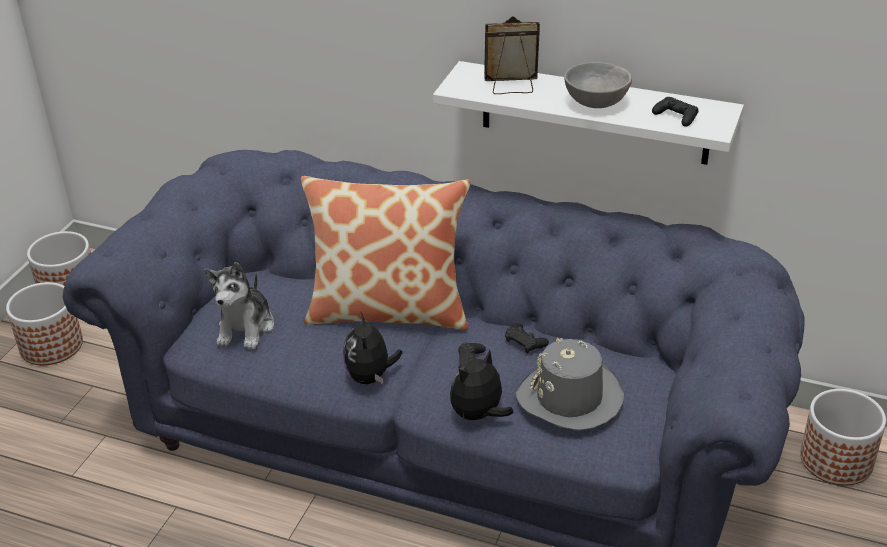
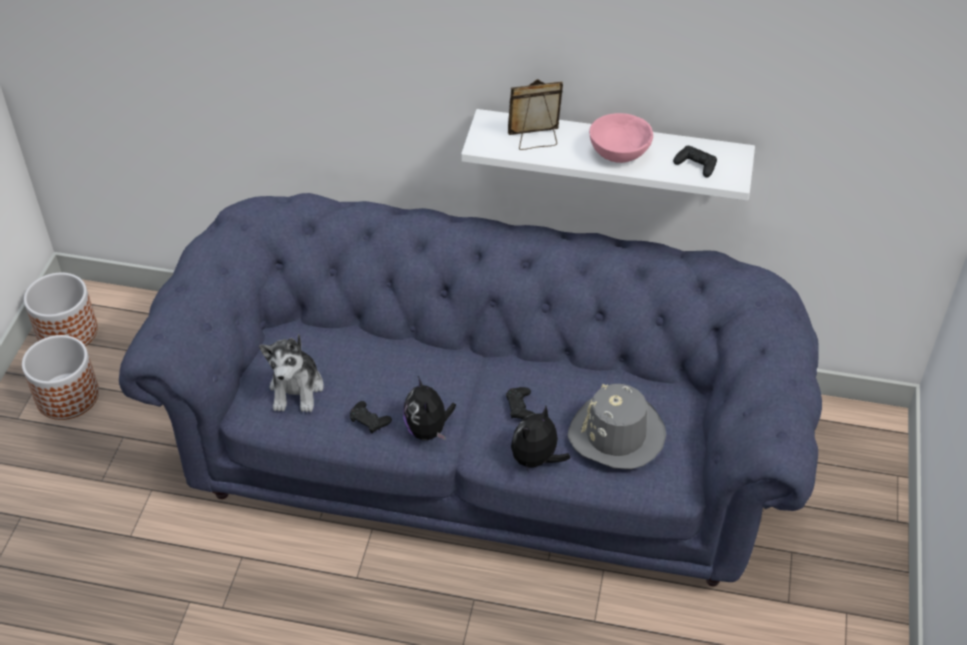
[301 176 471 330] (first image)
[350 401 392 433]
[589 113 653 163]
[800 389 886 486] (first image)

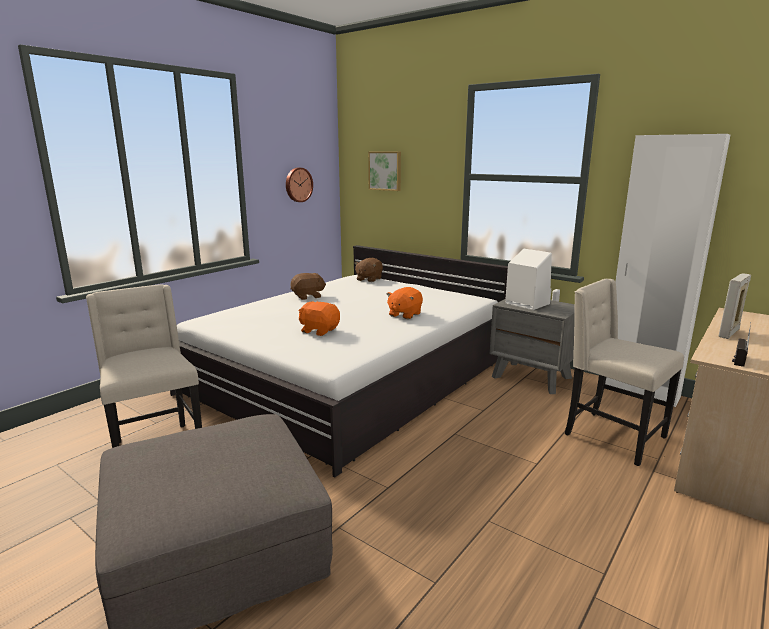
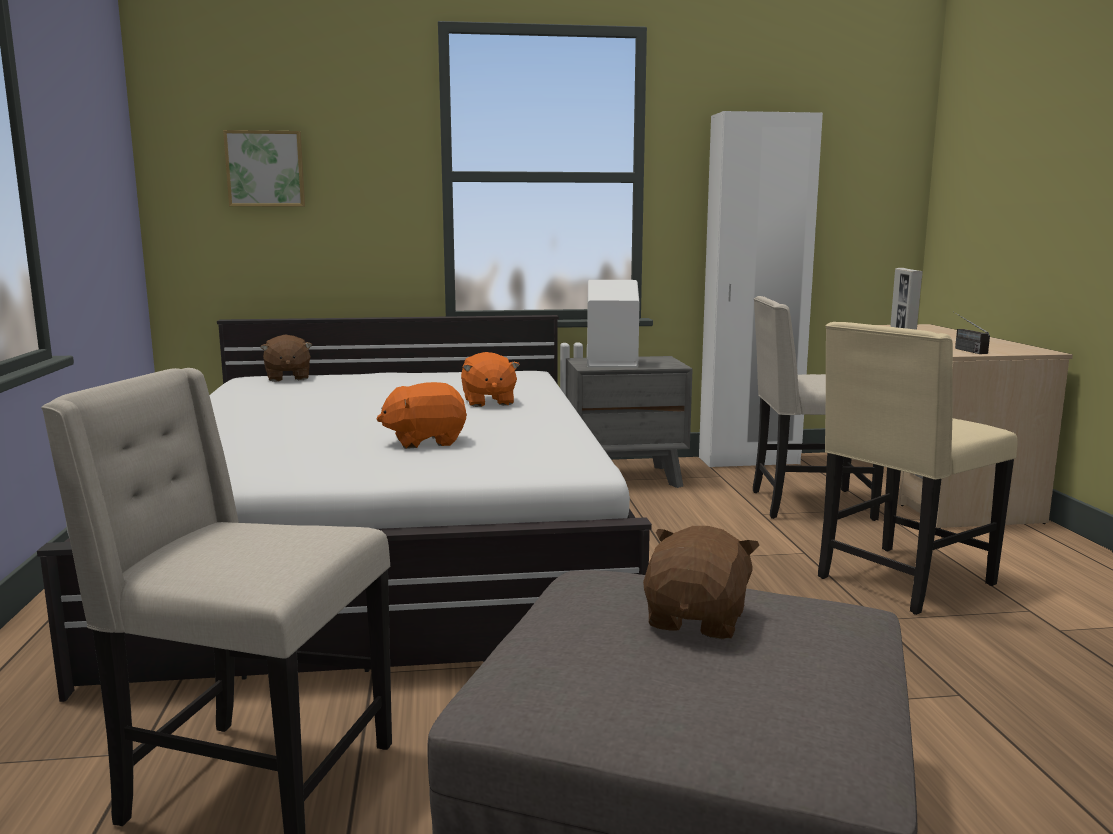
[286 168 313 202] (first image)
[643 526 759 639]
[818 322 1018 615]

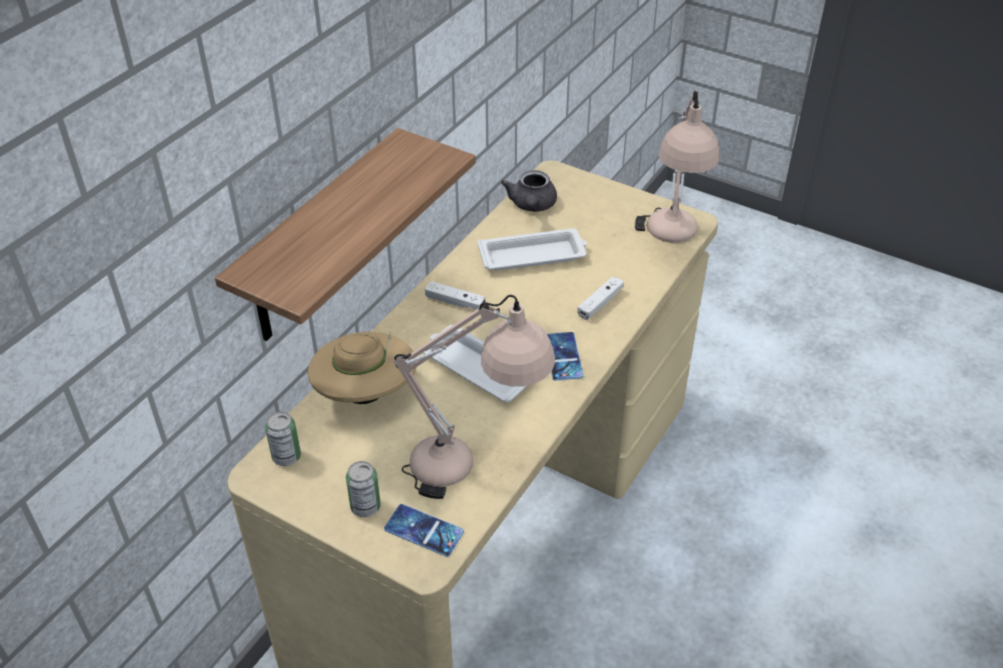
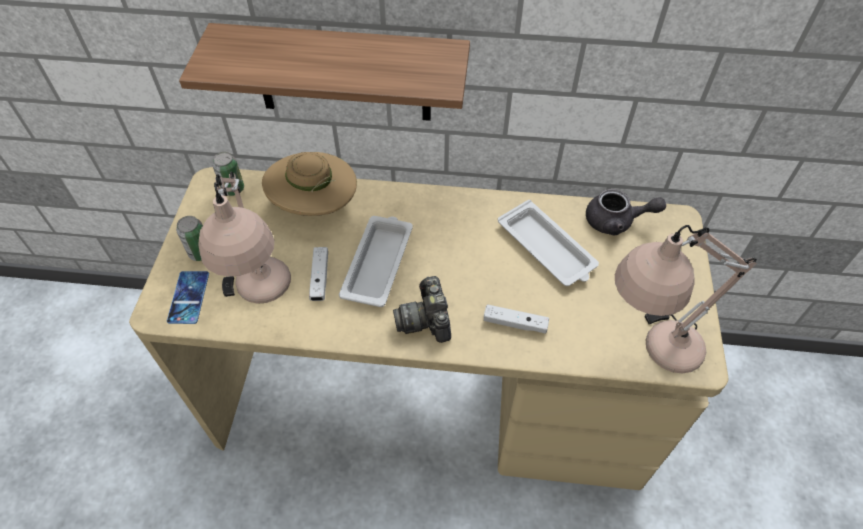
[309 247 328 301]
[586 189 666 235]
[393 276 451 343]

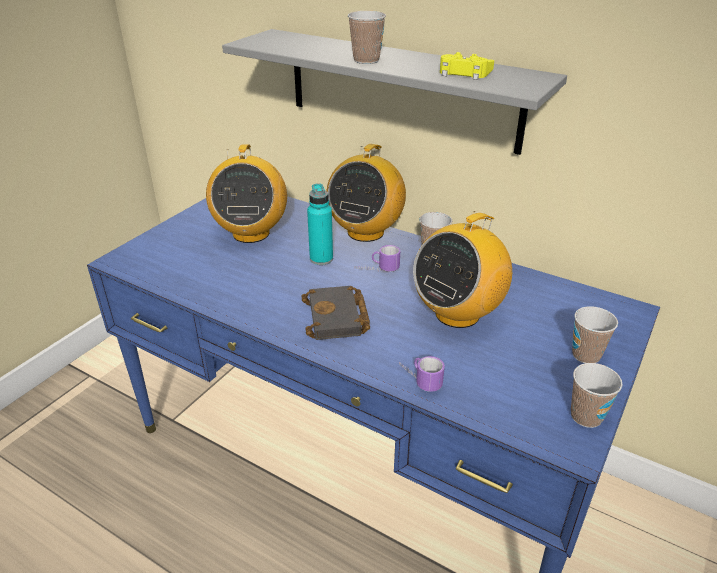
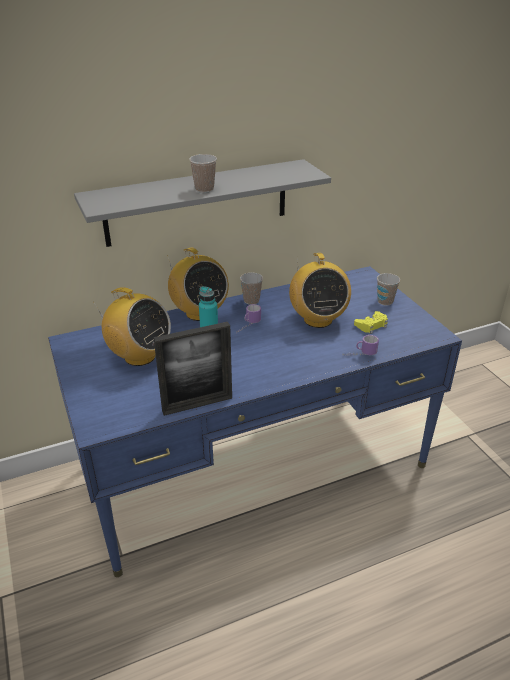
[301 286 370 340] (first image)
[354 311 388 334]
[571 363 623 428] (first image)
[154 322 232 416]

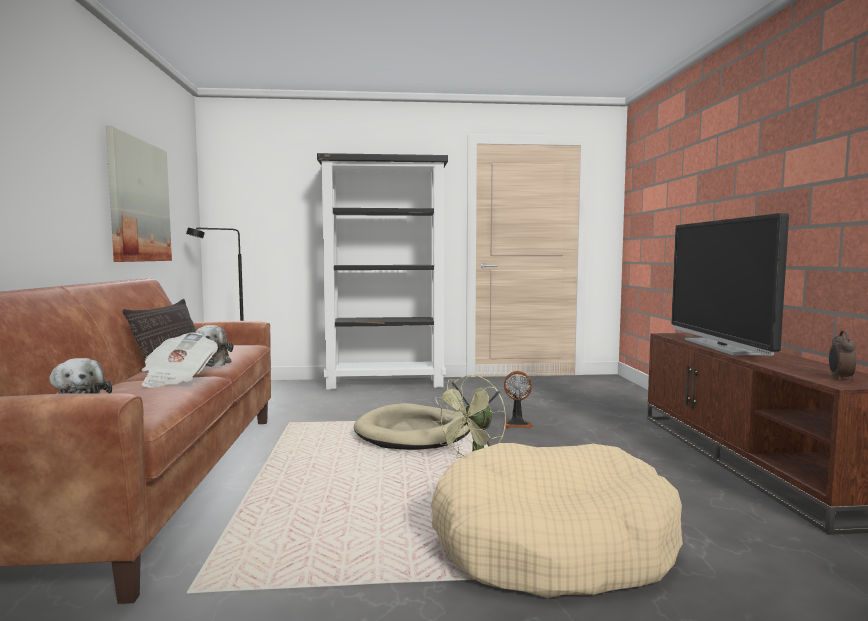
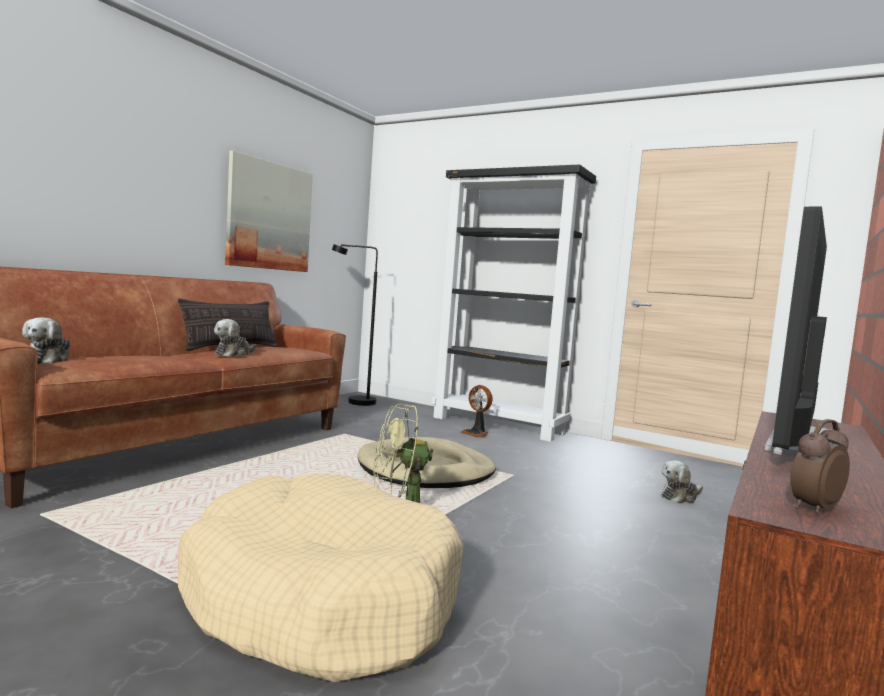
[142 332 218 388] (first image)
[460 385 493 438]
[661 460 703 503]

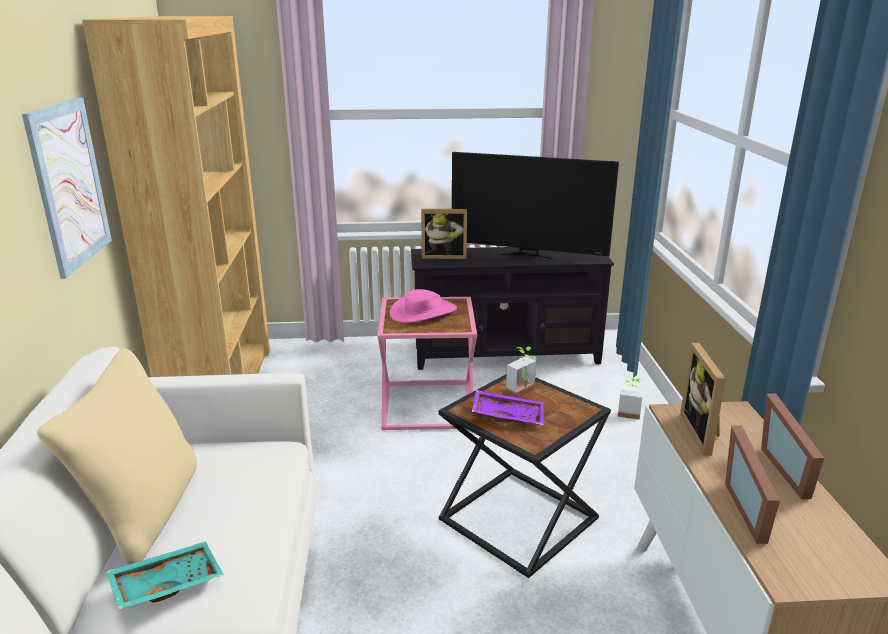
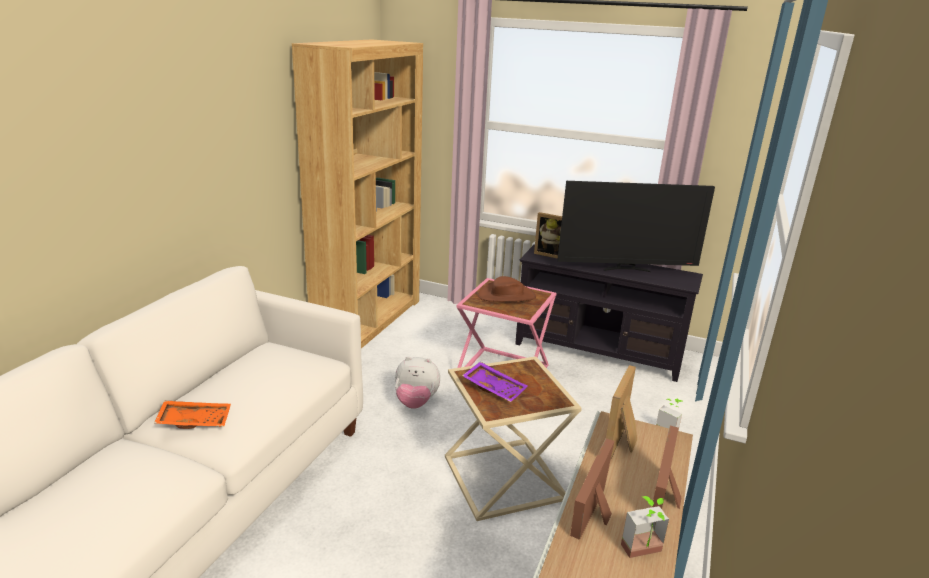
[22 97 112 279] (first image)
[37 348 197 565] (first image)
[154 401 231 429]
[478 276 536 302]
[445 356 582 521]
[557 181 715 272]
[621 496 669 558]
[395 356 440 409]

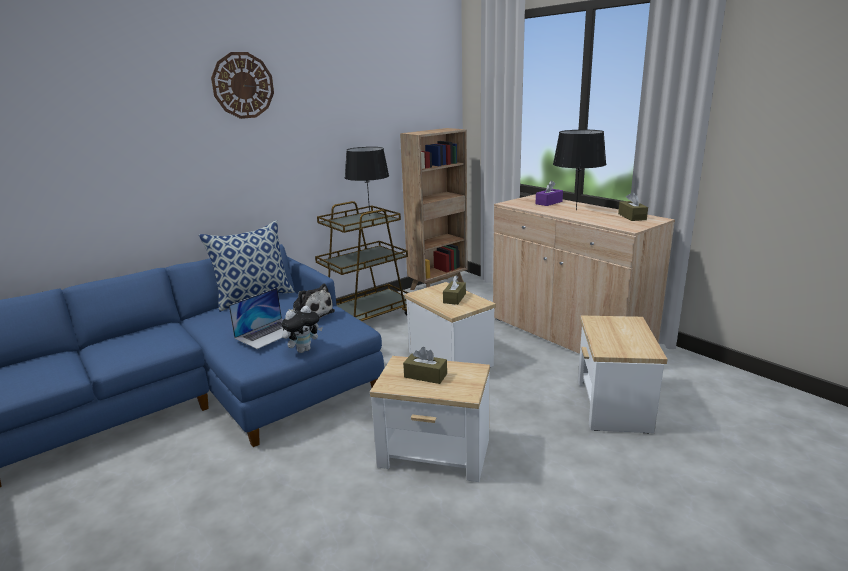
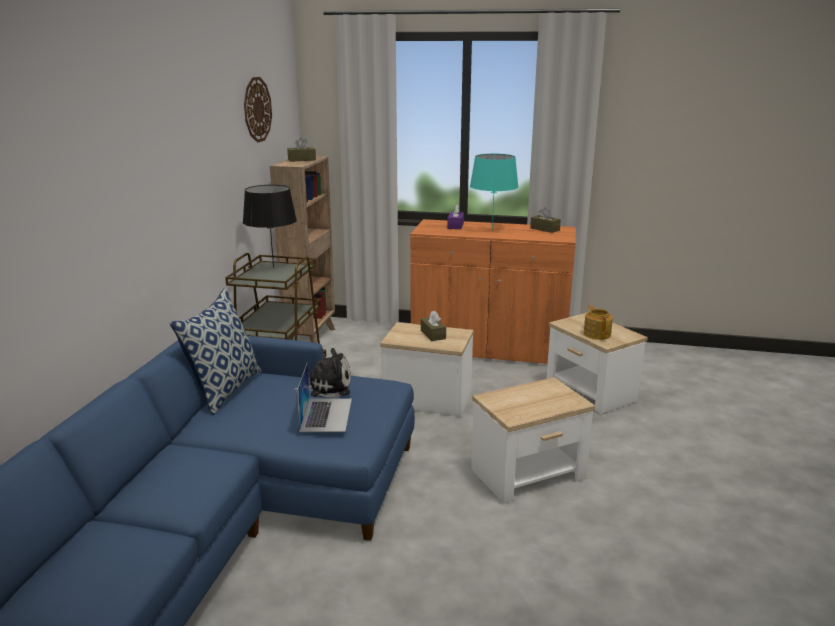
[244 77 272 143]
[282 306 323 353] (first image)
[287 137 316 162]
[410 219 576 364]
[470 154 519 230]
[584 306 613 340]

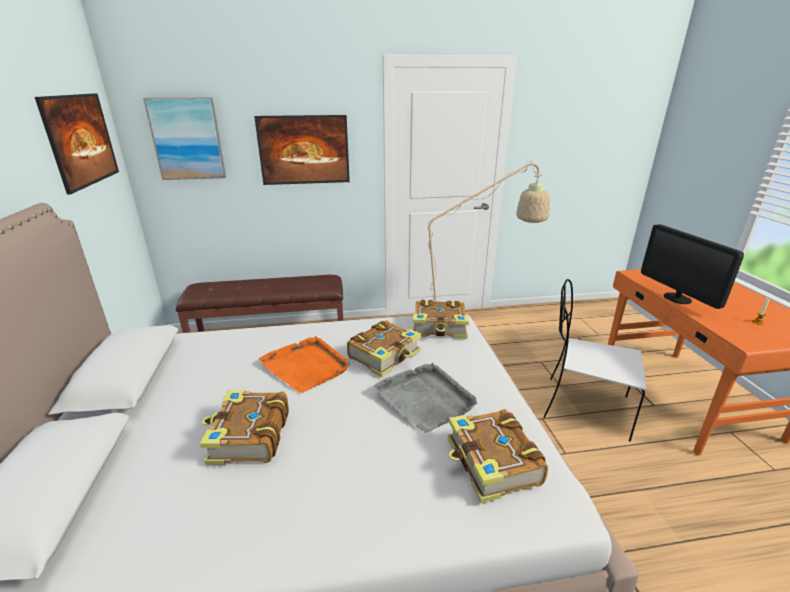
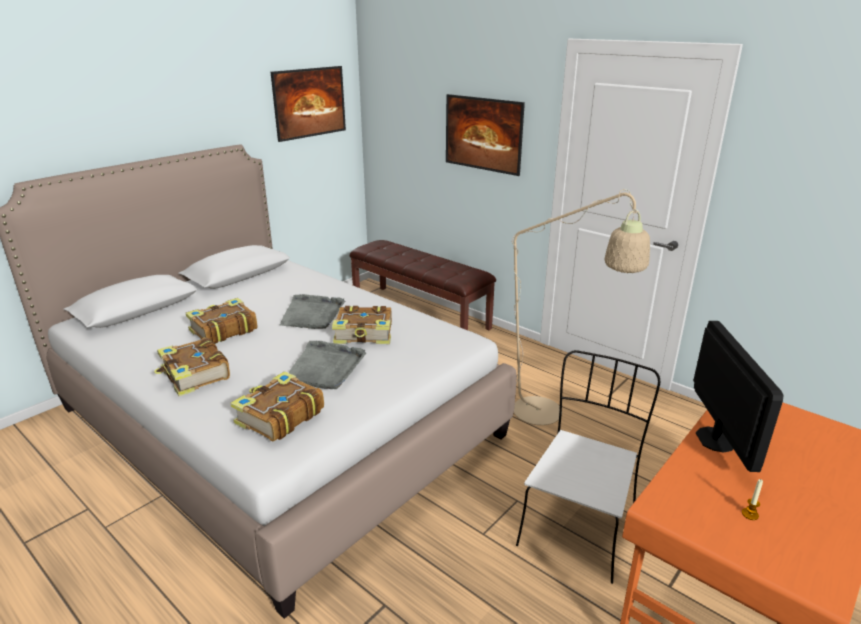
[143 97 226 180] (first image)
[280 294 345 329]
[154 337 230 396]
[516 350 660 584]
[693 321 783 472]

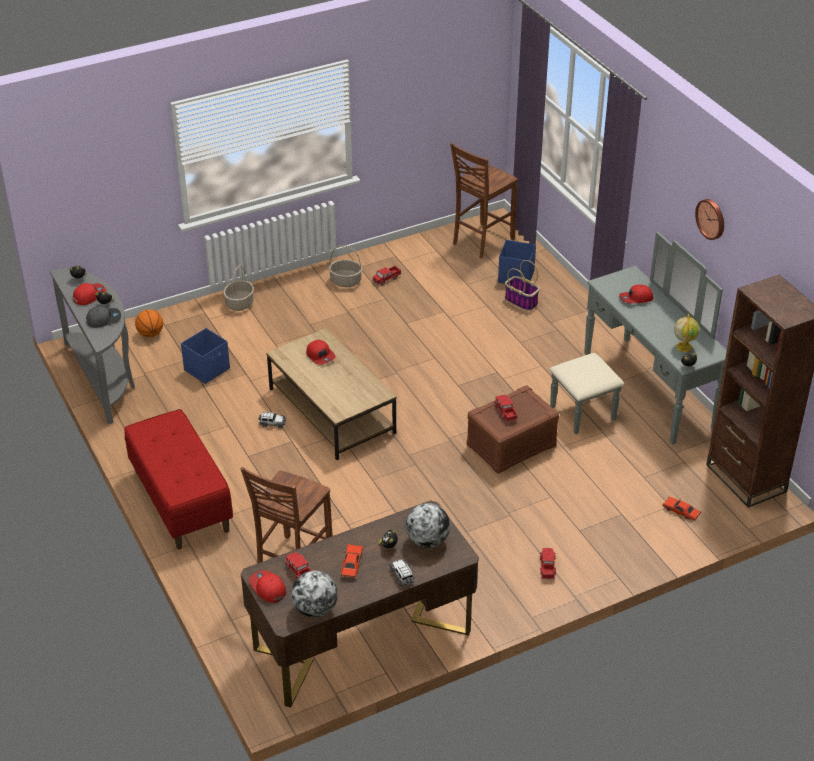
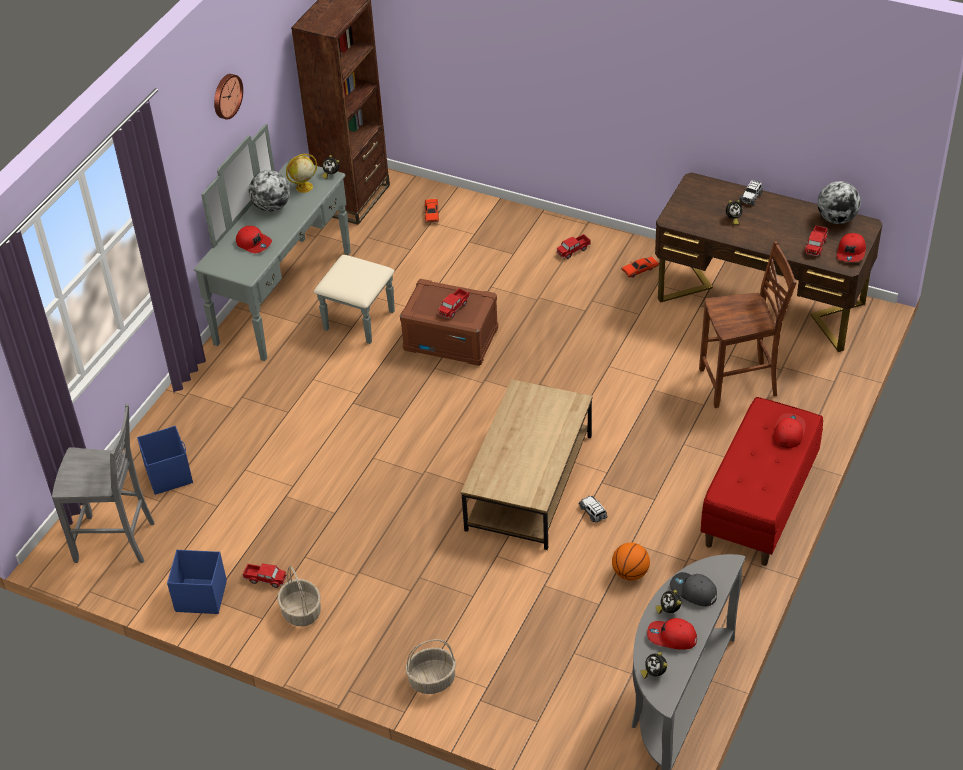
[612 543 650 581]
[167 550 227 614]
[774 413 806 448]
[621 257 659 278]
[249 170 290 212]
[52 404 154 563]
[505 260 540 311] (first image)

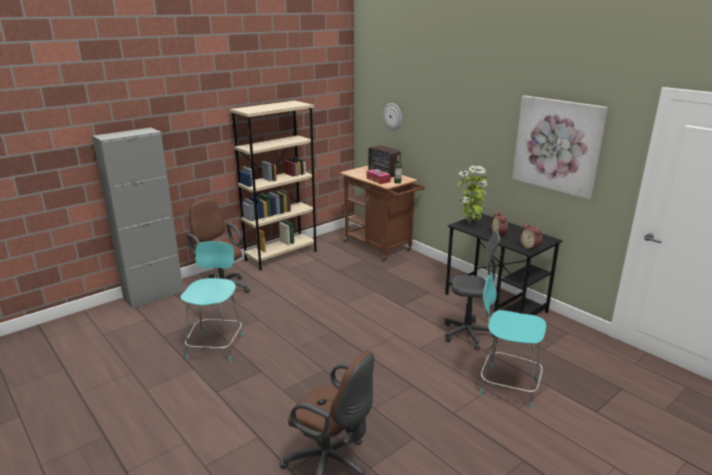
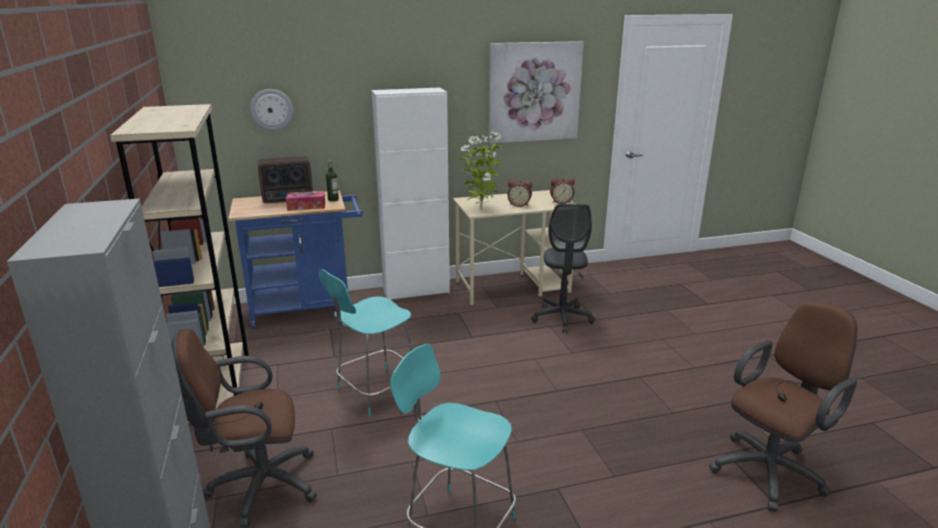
[228 190 363 329]
[453 190 575 305]
[532 204 595 333]
[319 269 412 416]
[372 87 450 300]

